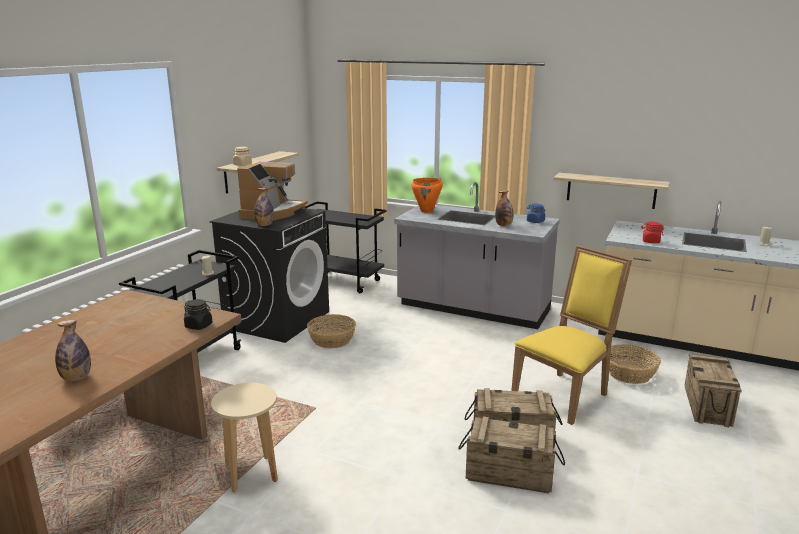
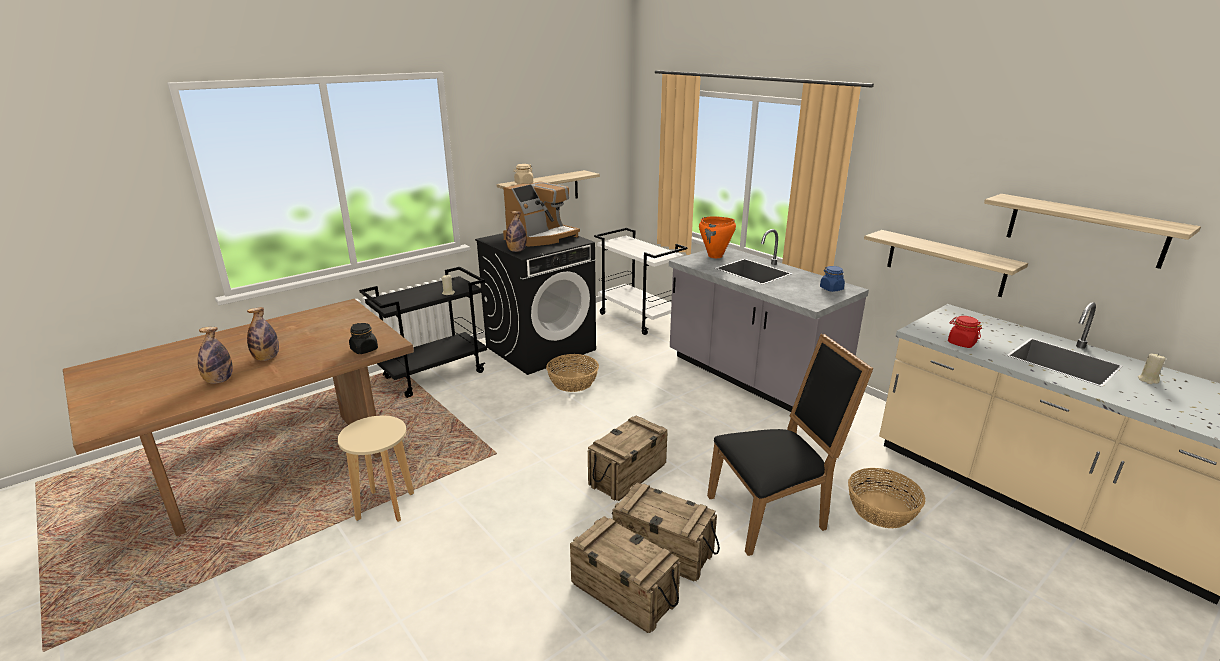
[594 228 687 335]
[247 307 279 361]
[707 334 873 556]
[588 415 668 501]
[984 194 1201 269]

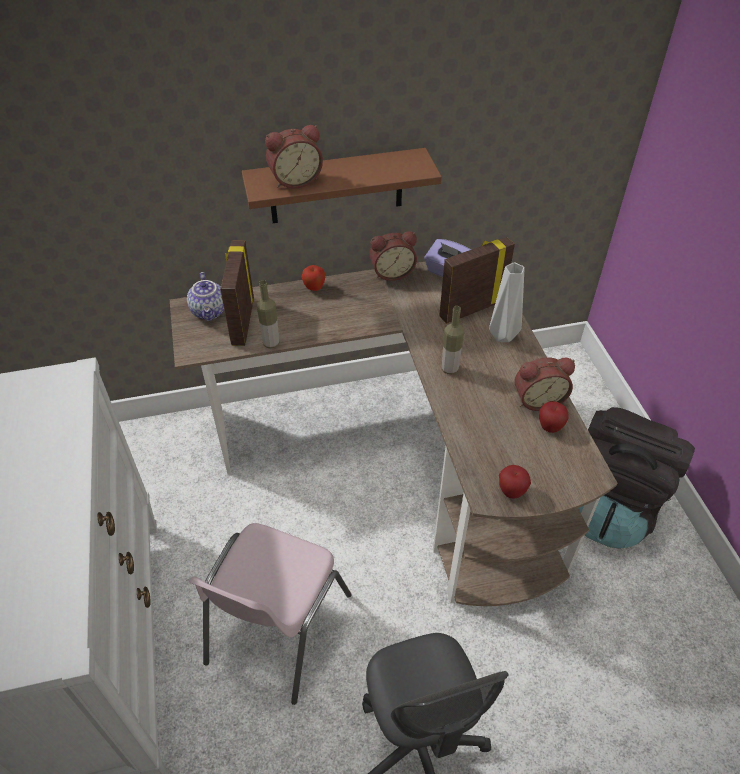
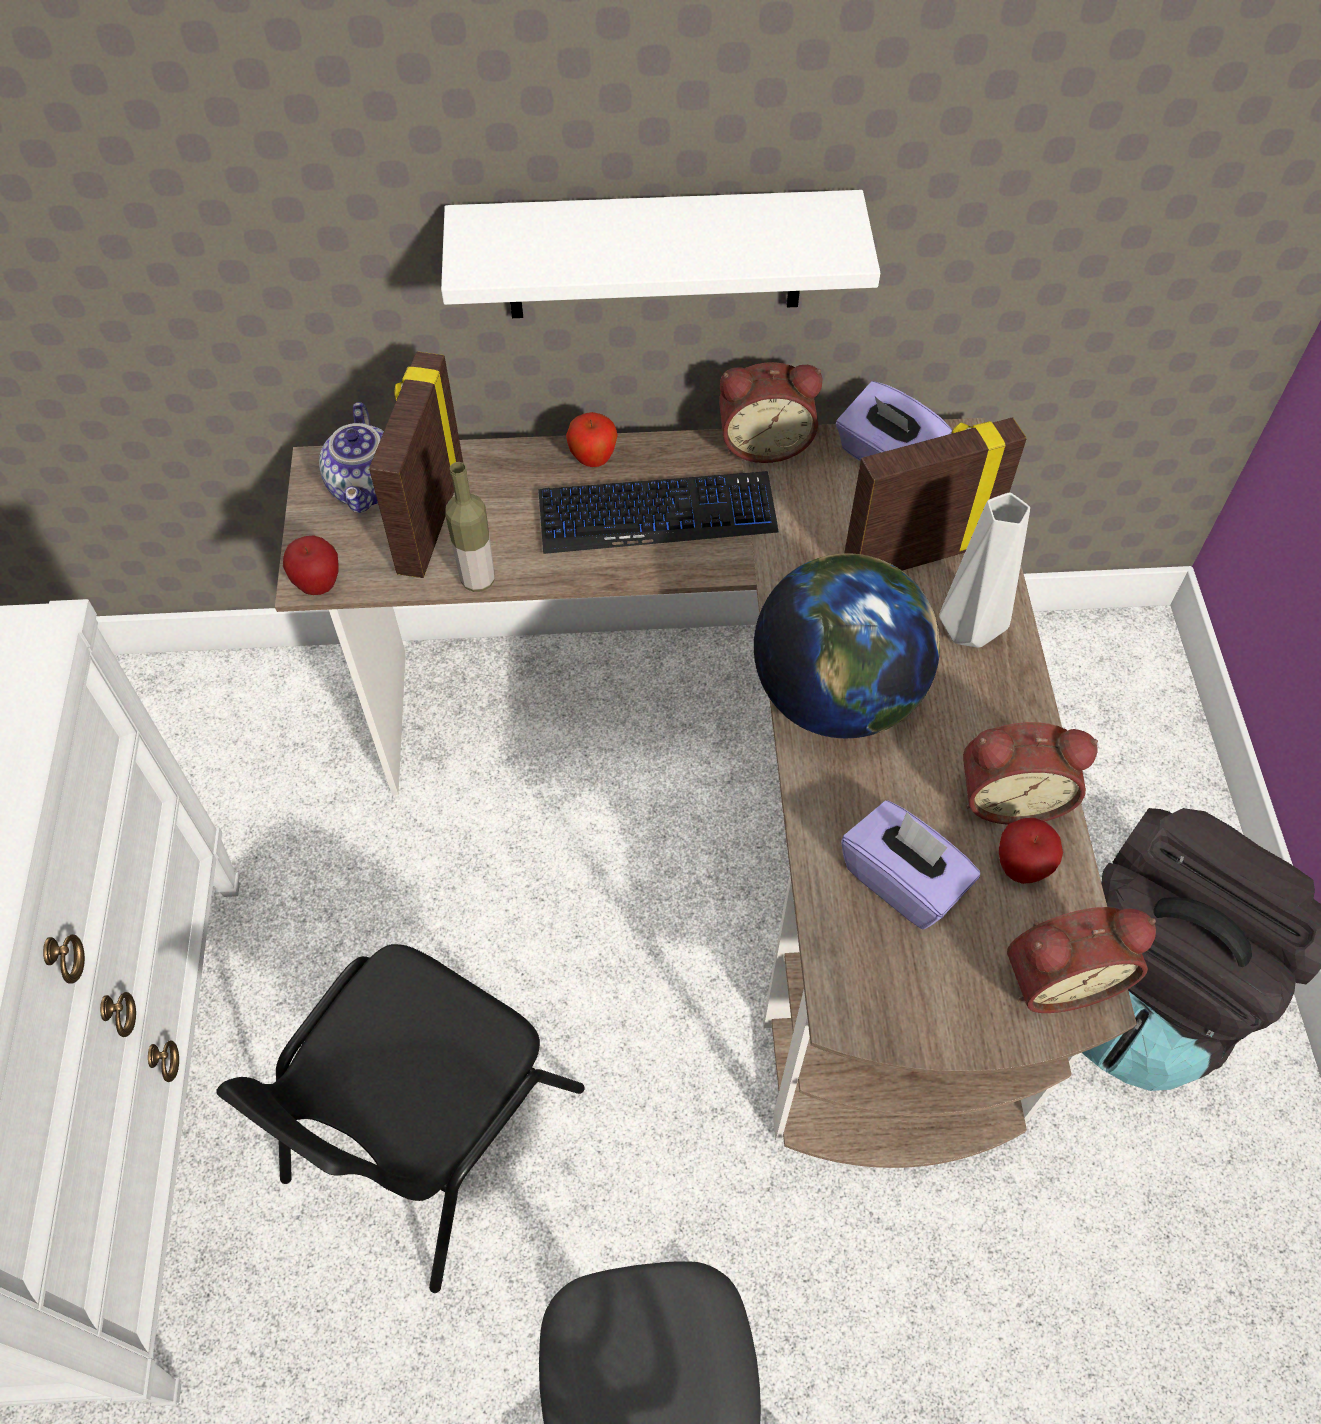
[216 944 585 1293]
[441 190 880 318]
[1007 907 1156 1013]
[754 553 940 738]
[283 535 339 595]
[538 471 778 554]
[841 800 980 930]

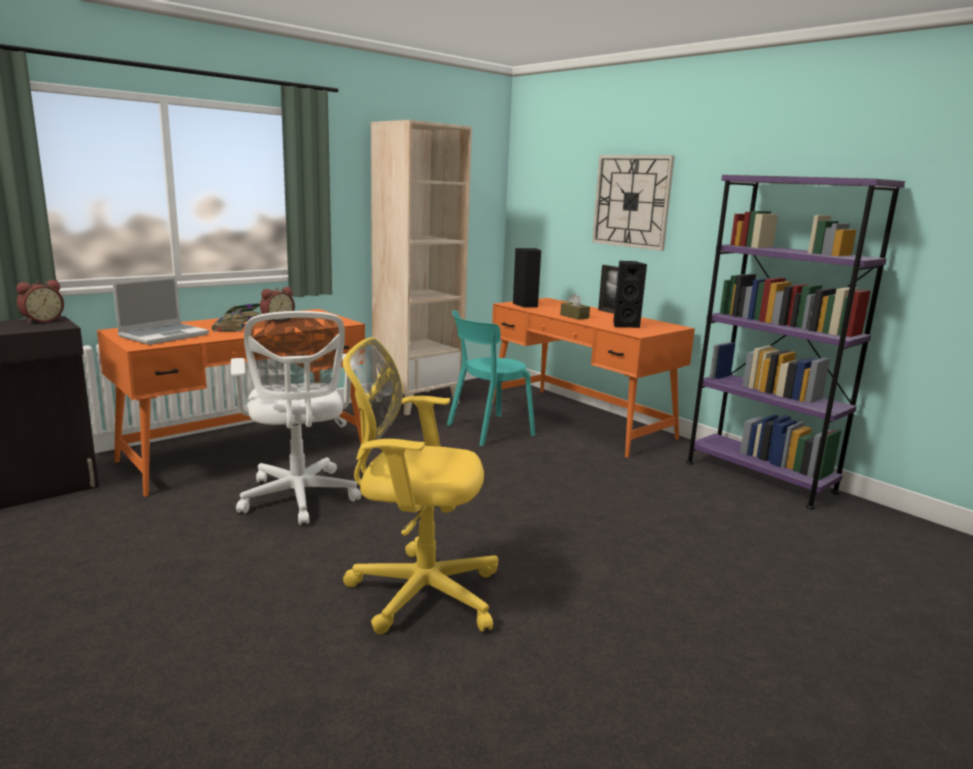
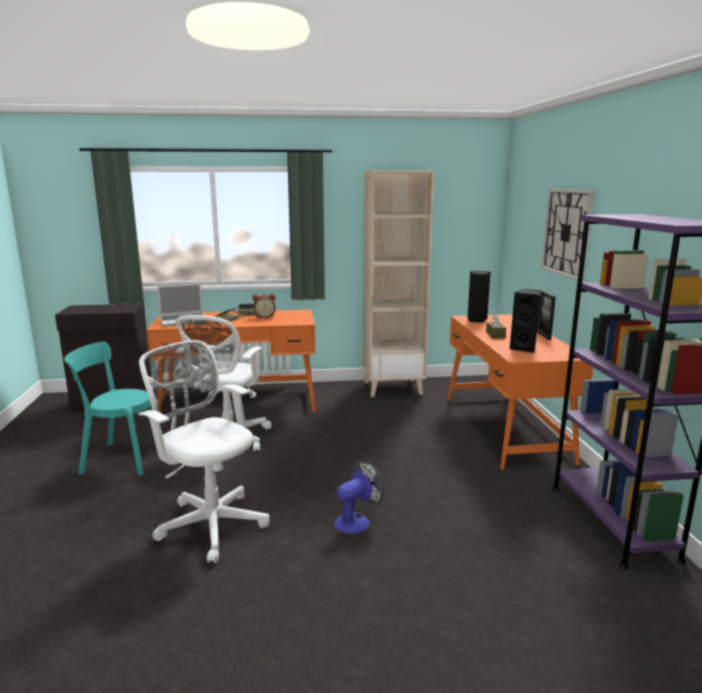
[16 280 64 324] (first image)
[138 340 270 563]
[64 342 163 475]
[335 460 384 534]

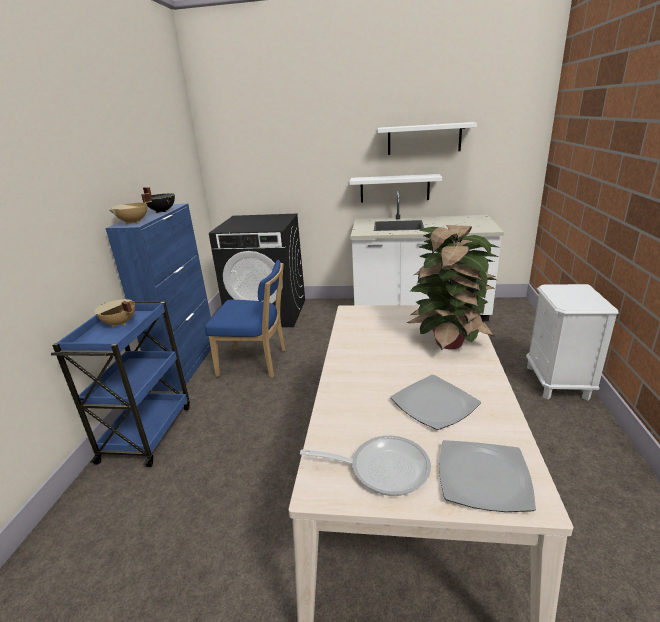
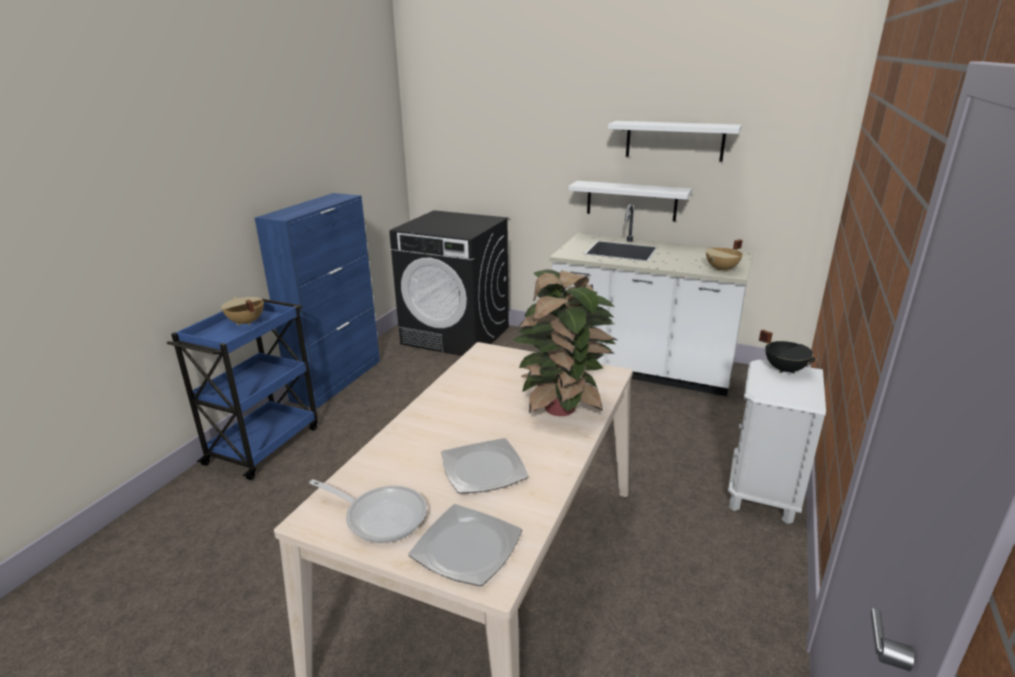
[706 239 743 272]
[759 330 817 374]
[205 260 285 378] (first image)

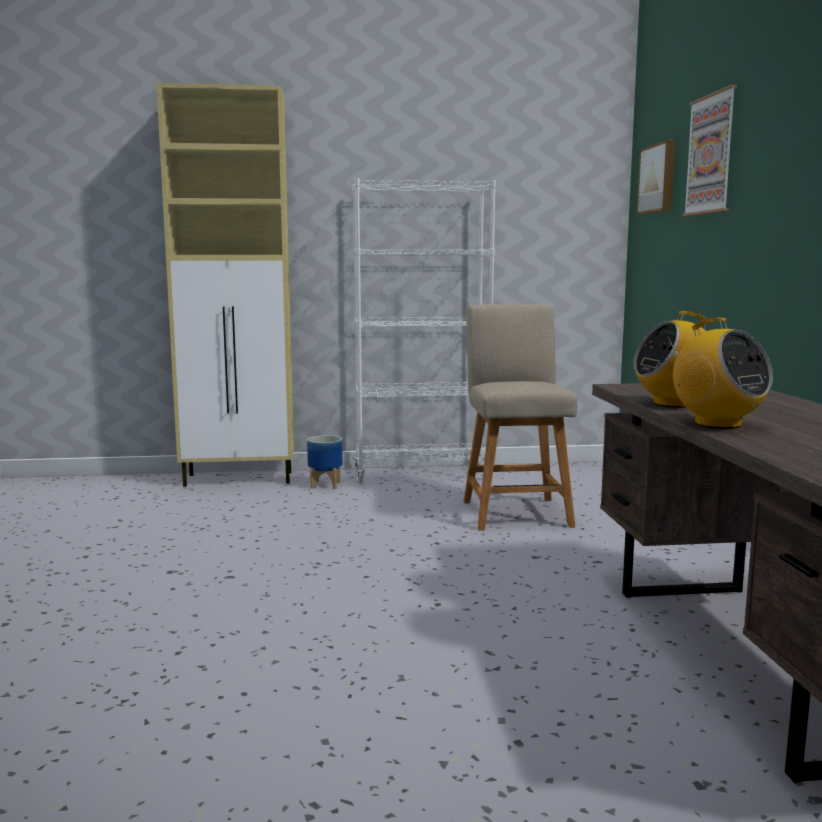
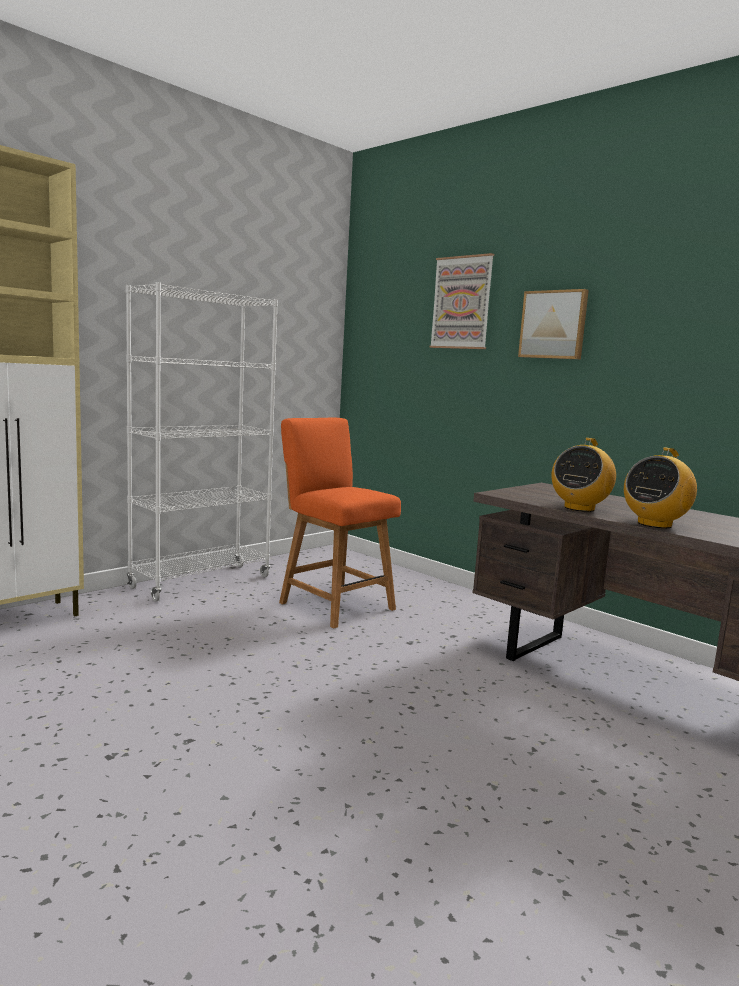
[307 435 343 489] (first image)
[279 418 401 628]
[518 289 589 360]
[624 448 697 528]

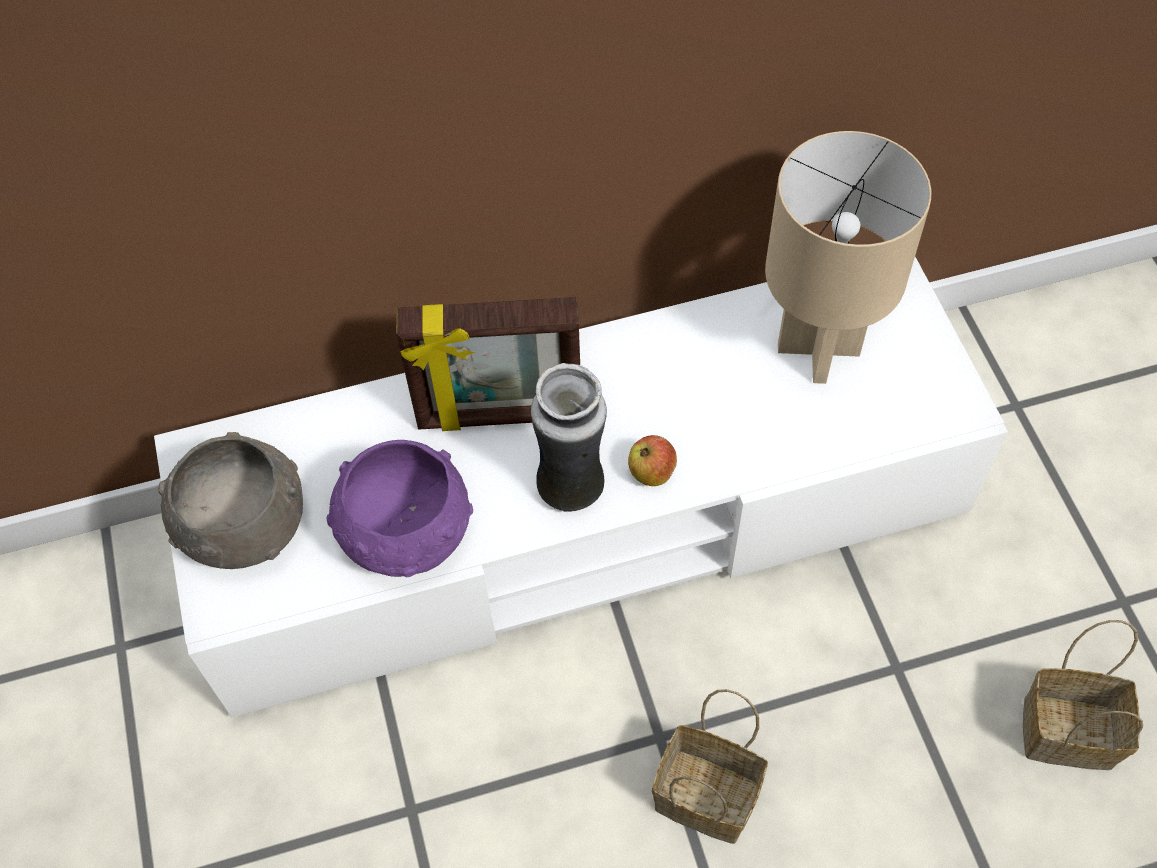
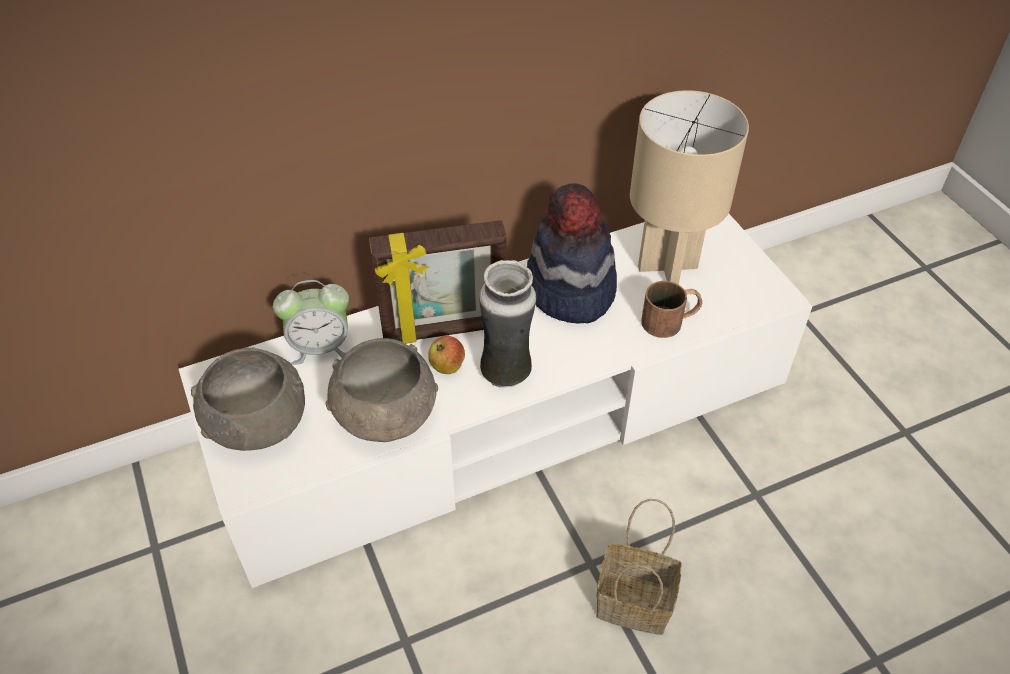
[325 338 438 442]
[428 336 465 374]
[1023 620 1143 770] (first image)
[273 280 349 365]
[527 183 617 323]
[641 281 702 338]

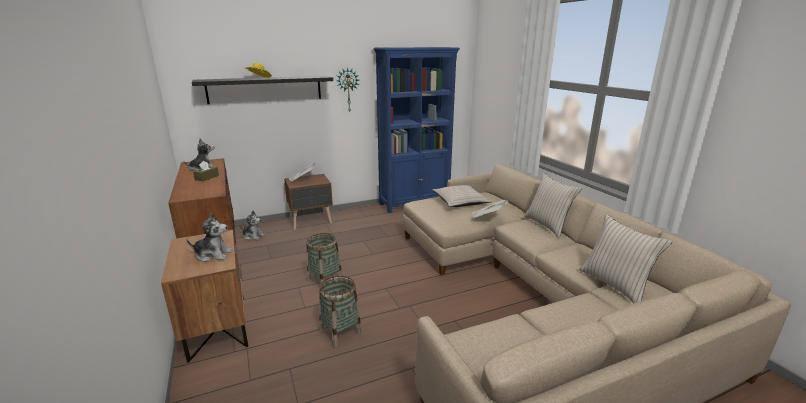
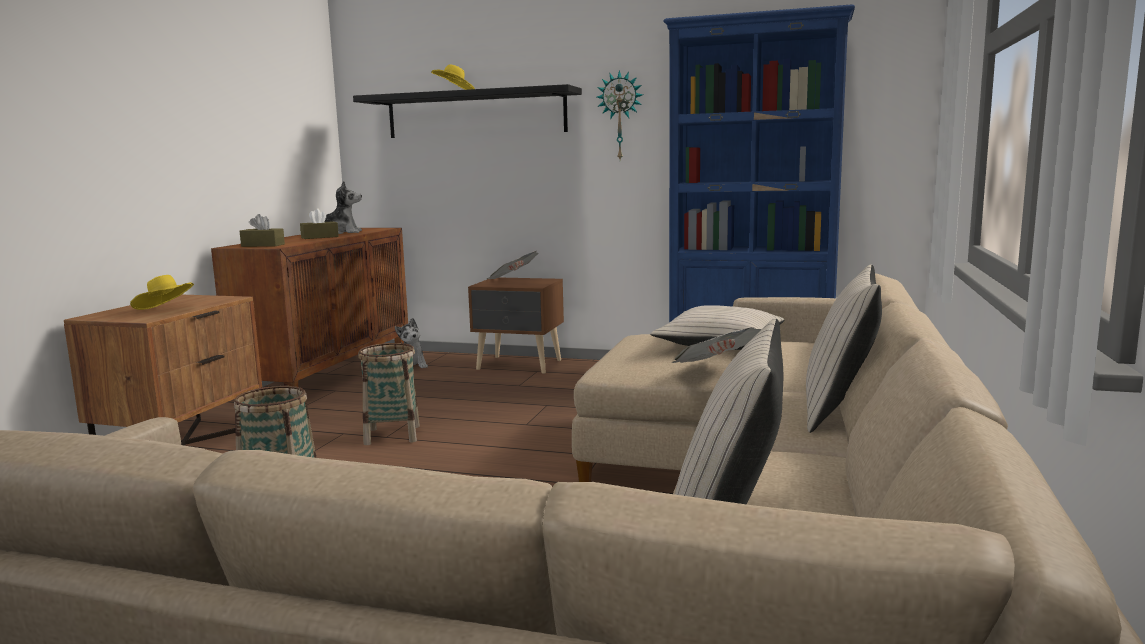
[130 275 194 310]
[240 214 285 247]

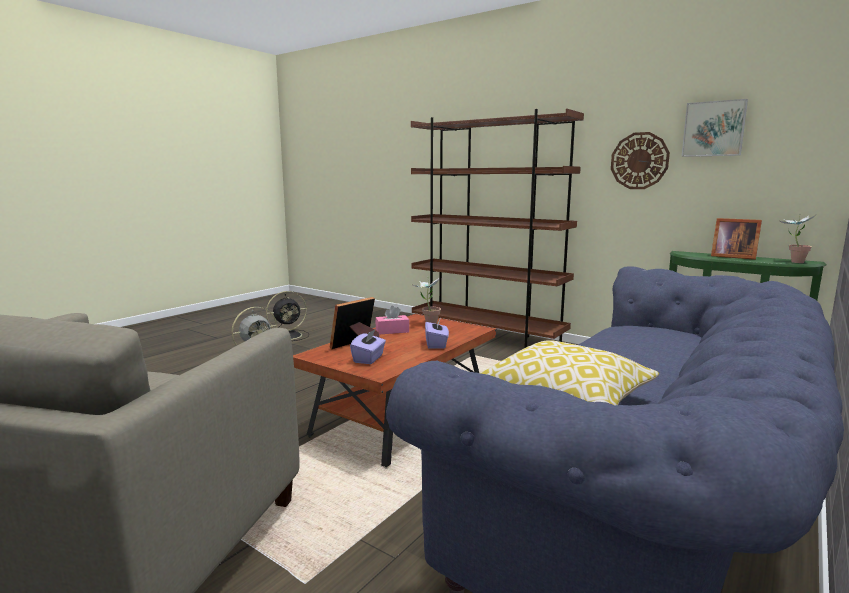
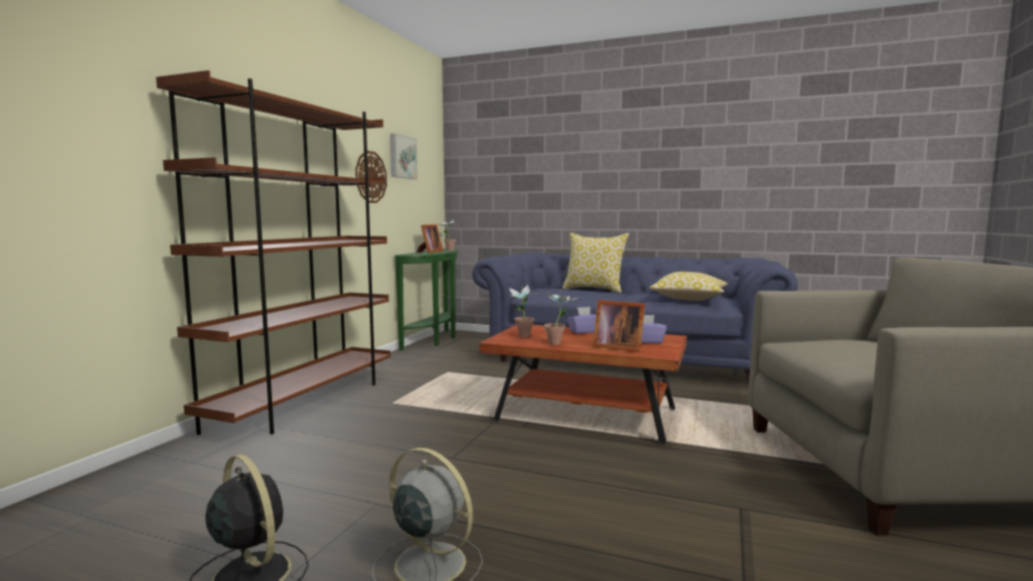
[544 290 578 345]
[562 233 629 293]

